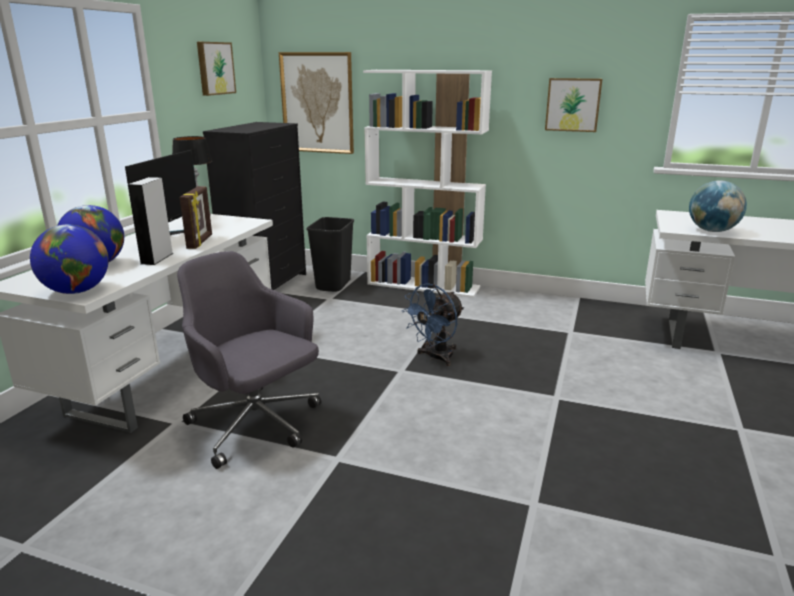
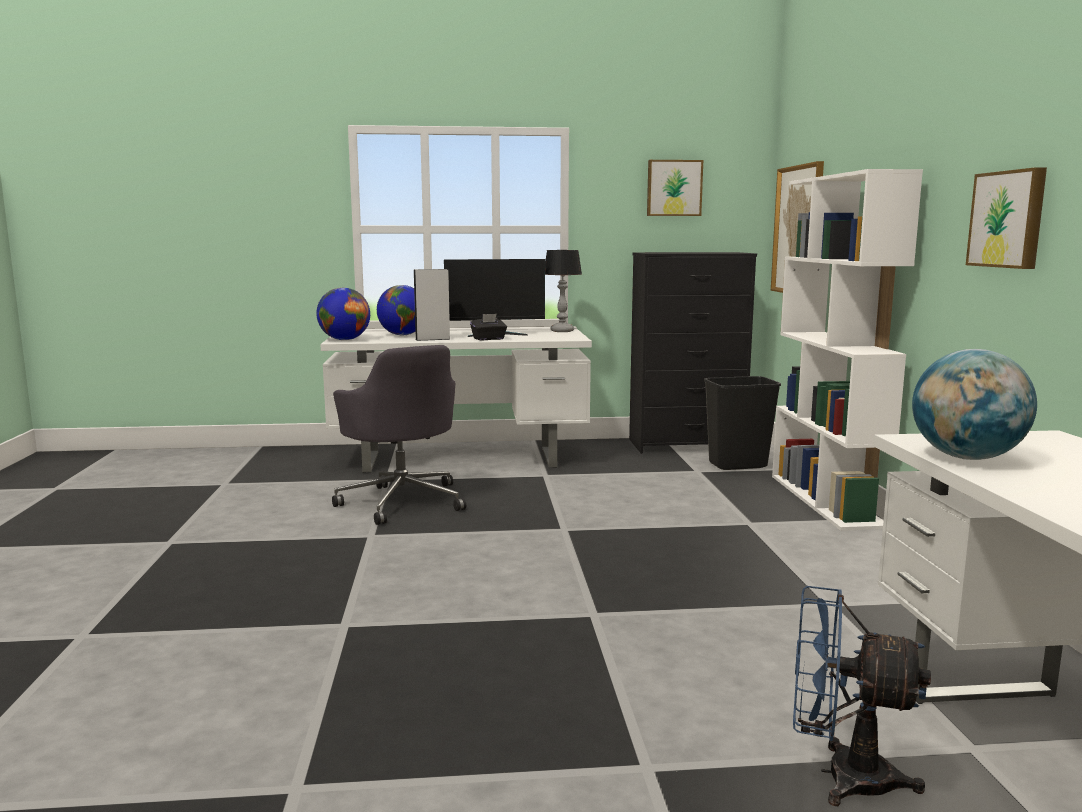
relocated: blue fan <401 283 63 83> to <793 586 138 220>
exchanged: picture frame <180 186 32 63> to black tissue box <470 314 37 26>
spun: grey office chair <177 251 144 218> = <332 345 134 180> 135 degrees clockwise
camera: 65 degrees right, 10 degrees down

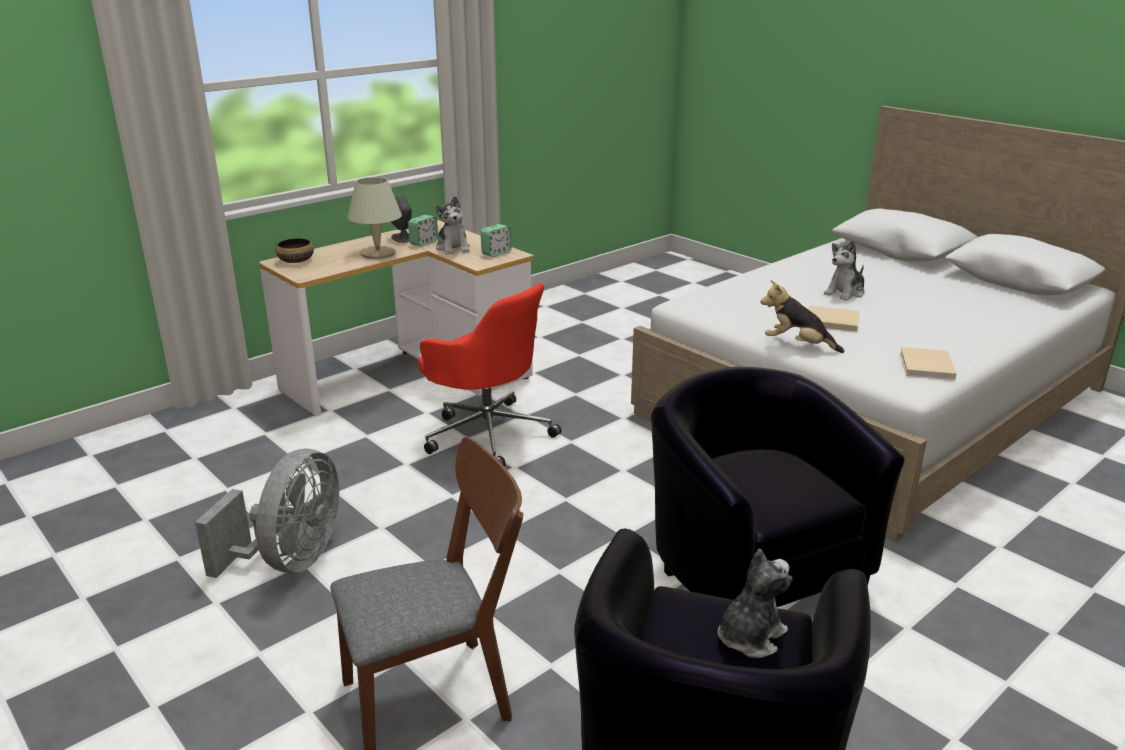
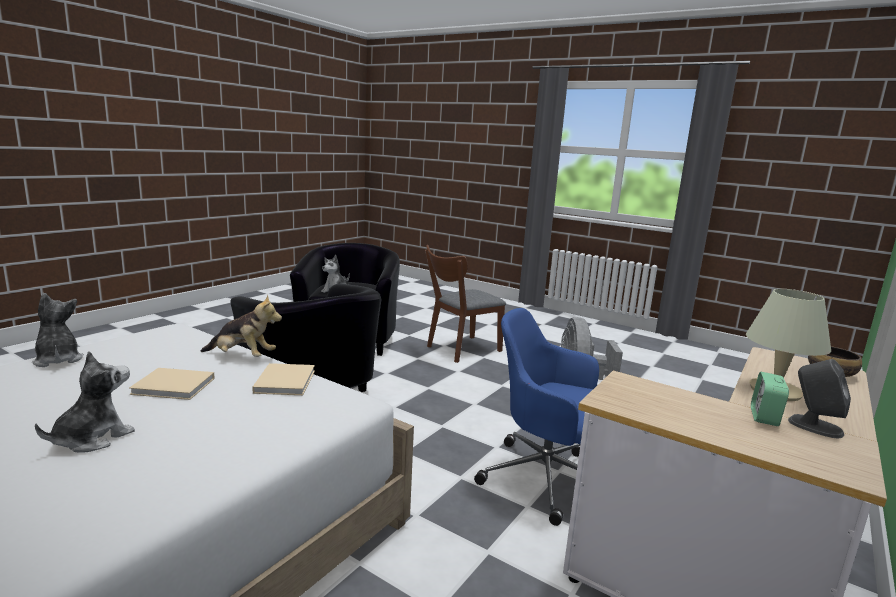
missing: alarm clock <480 224 32 33>
relocated: plush toy <435 196 35 59> to <32 293 52 74>; beige book <900 347 56 33> to <252 363 63 32>
colour: red office chair <418 283 143 183> to blue office chair <474 308 125 218>
camera: 165 degrees right, 10 degrees down

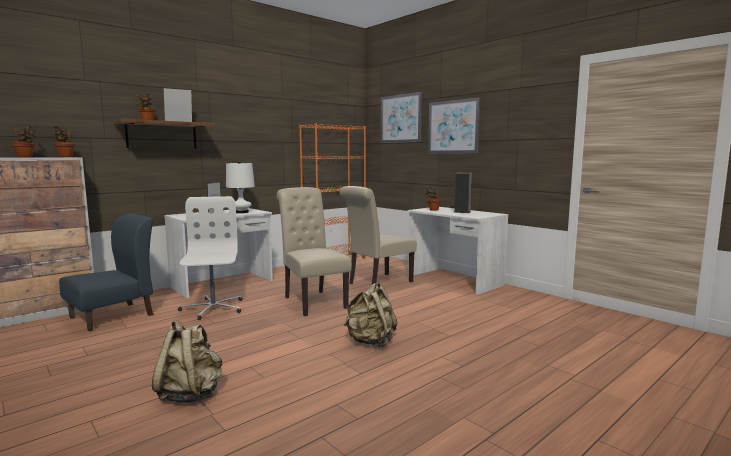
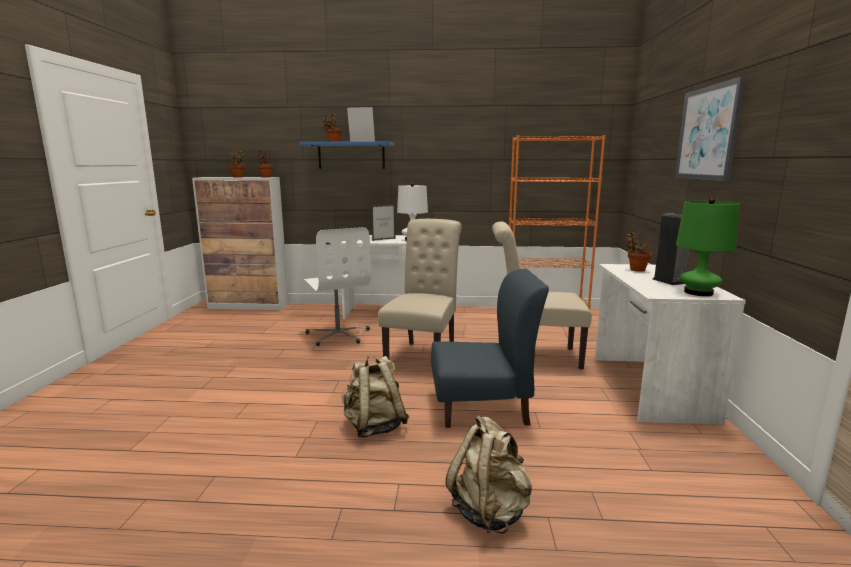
missing: picture <381 92 41 51>
appeared: green table lamp <676 198 64 98>
relocated: blue chair <59 213 95 118> to <431 268 118 160>; beige backpack <152 320 70 83> to <445 415 87 119>
colour: brown shelf <113 119 103 30> to blue shelf <299 141 95 28>
spun: white office chair <178 196 64 124> = <303 227 68 119> 120 degrees clockwise
camera: 45 degrees right, 5 degrees up

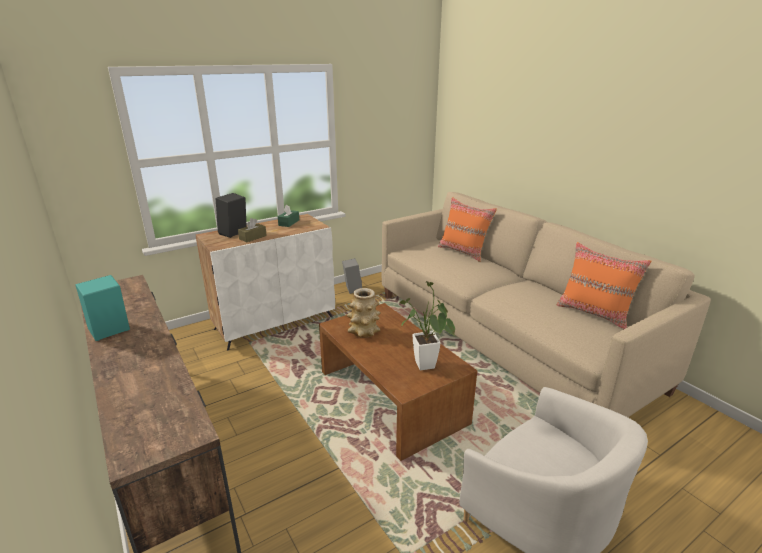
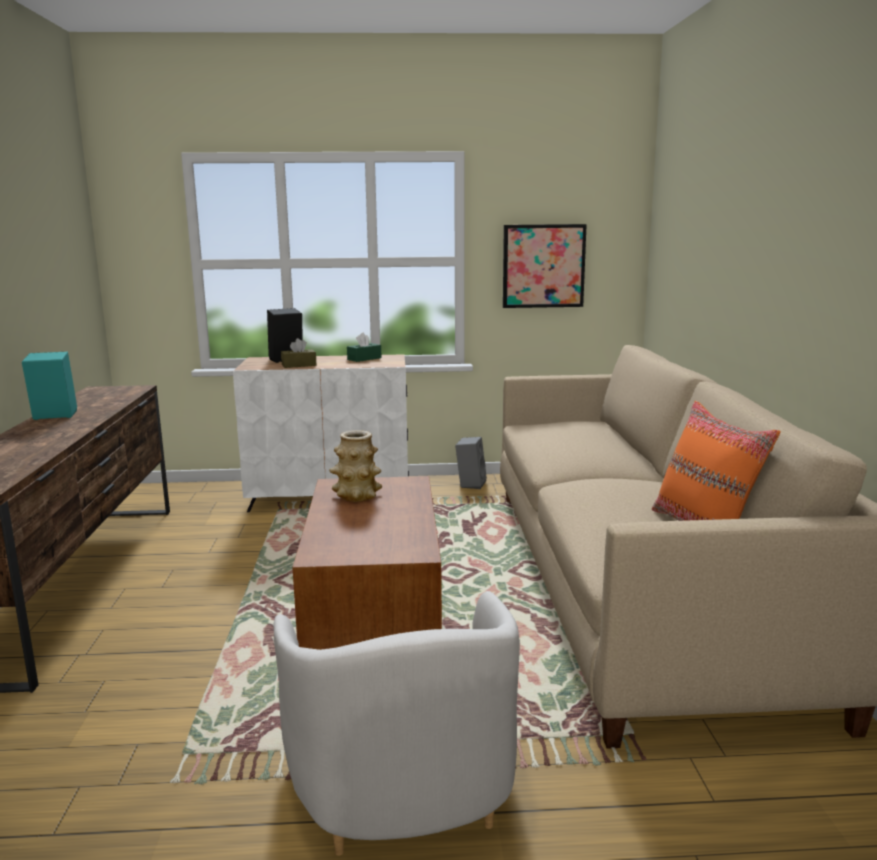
missing: potted plant <399 281 56 89>; orange pillow <438 197 59 65>
appeared: picture <503 224 84 84>
camera: 30 degrees right, 10 degrees down

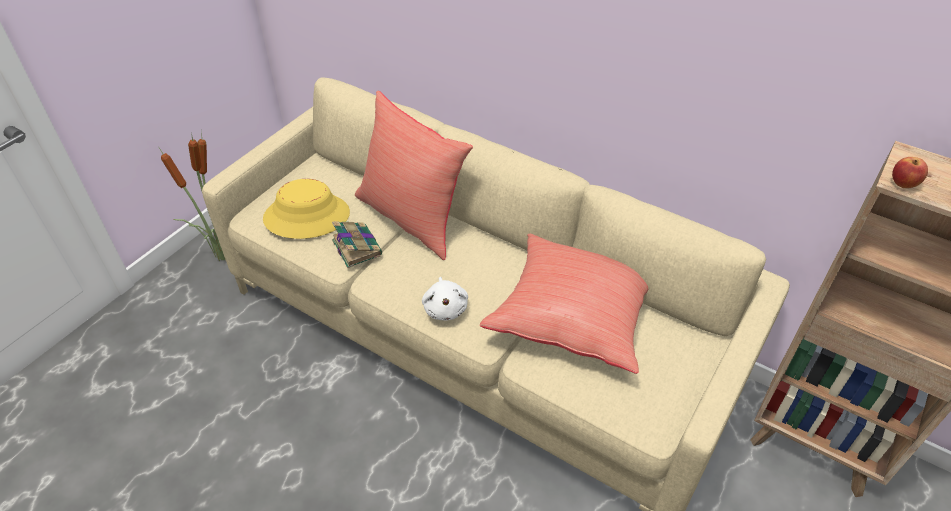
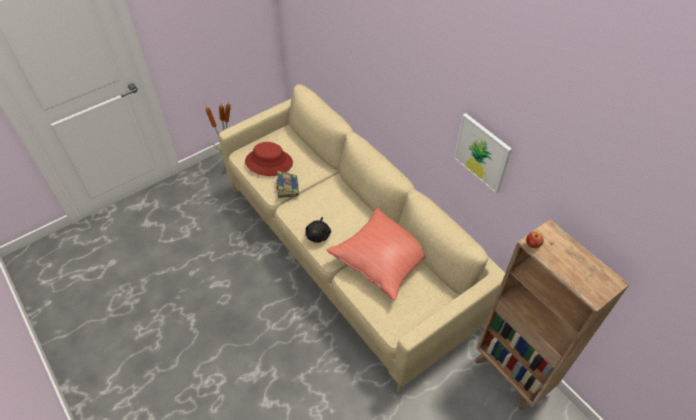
missing: red pillow <355 91 118 169>
appeared: picture <454 113 58 80>
colour: yellow hat <263 179 87 60> to red hat <245 142 48 34>; white plush toy <422 277 46 43> to black plush toy <305 217 26 26>
camera: 20 degrees right, 5 degrees up

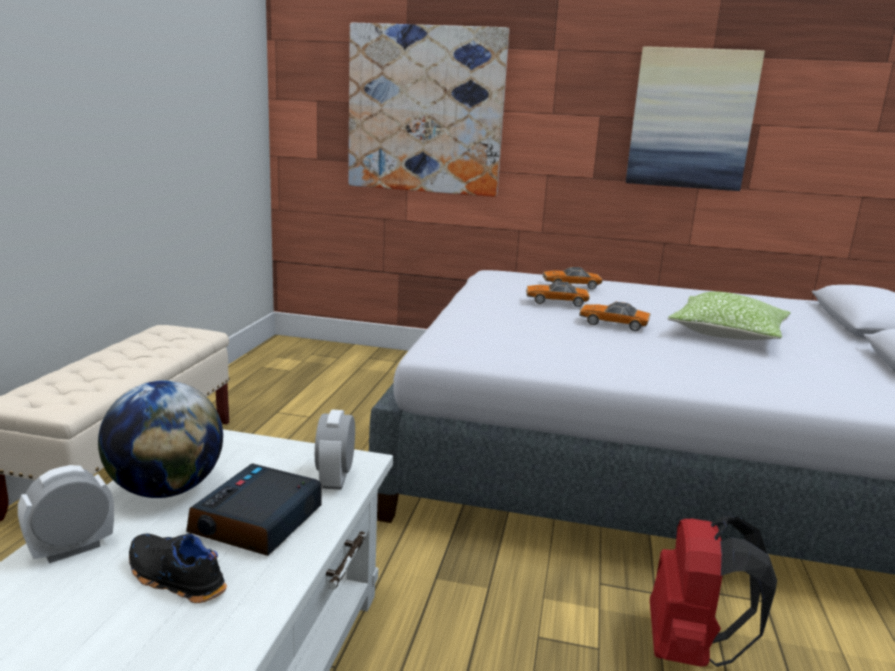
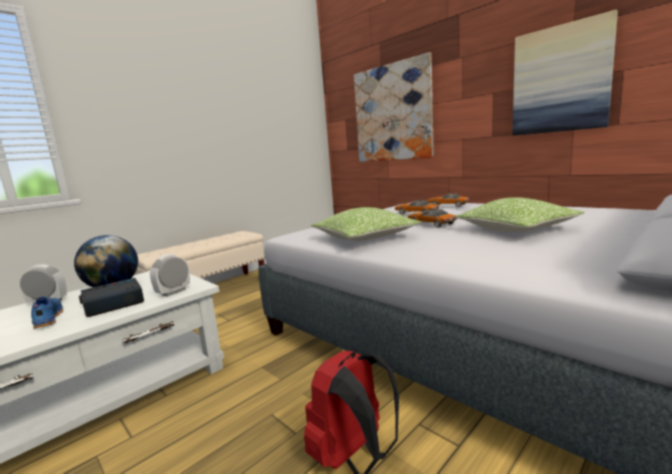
appeared: pillow <311 207 110 34>
colour: black shoe <129 533 98 70> to blue shoe <31 296 32 33>
camera: 35 degrees right, 5 degrees down

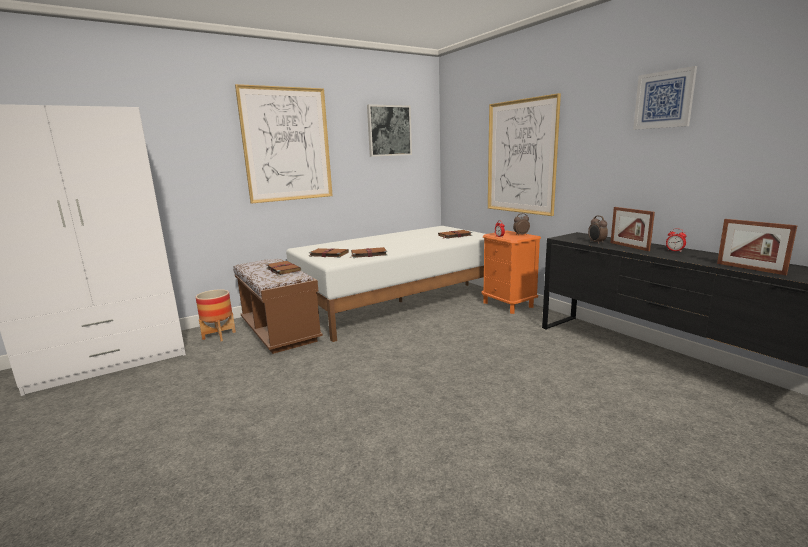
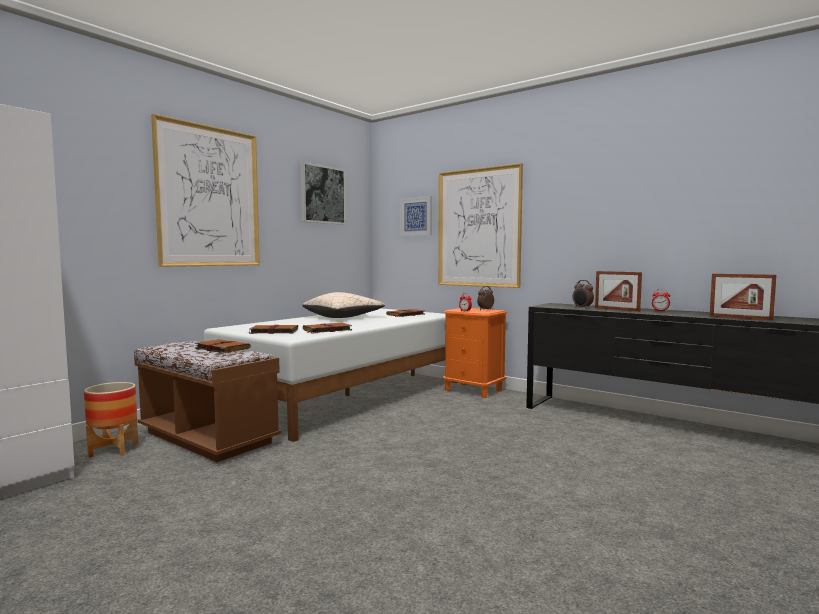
appeared: beige pillow <302 292 83 26>
relocated: picture <633 66 64 64> to <400 196 32 40>
camera: 20 degrees left, 10 degrees down

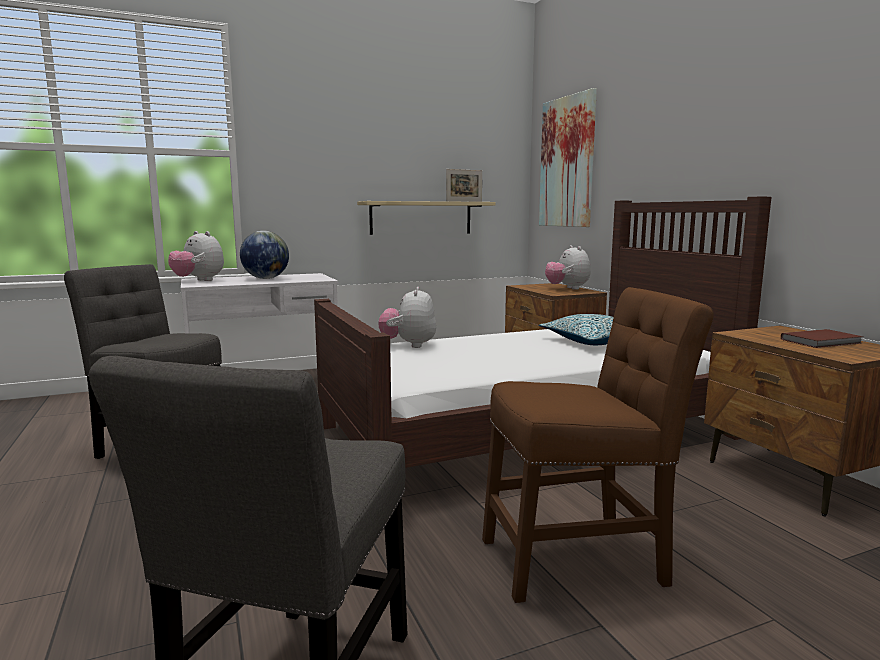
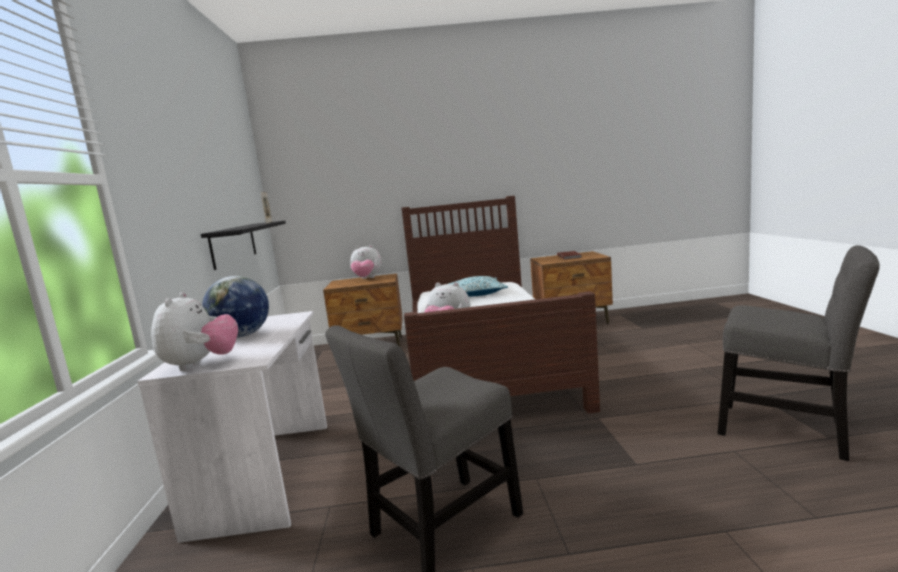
missing: brown chair <482 287 232 316>; picture <539 88 58 139>
colour: beige shelf <357 201 138 34> to black shelf <201 221 85 49>
spun: plush toy <168 231 56 50> = <151 292 87 79> 60 degrees counterclockwise
camera: 70 degrees left, 0 degrees up

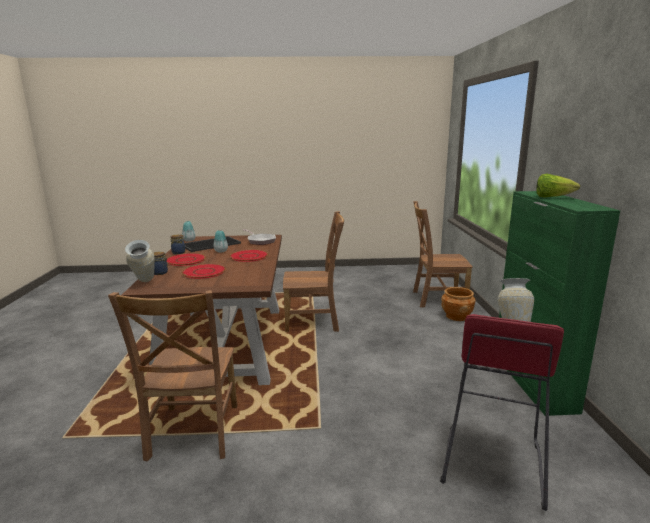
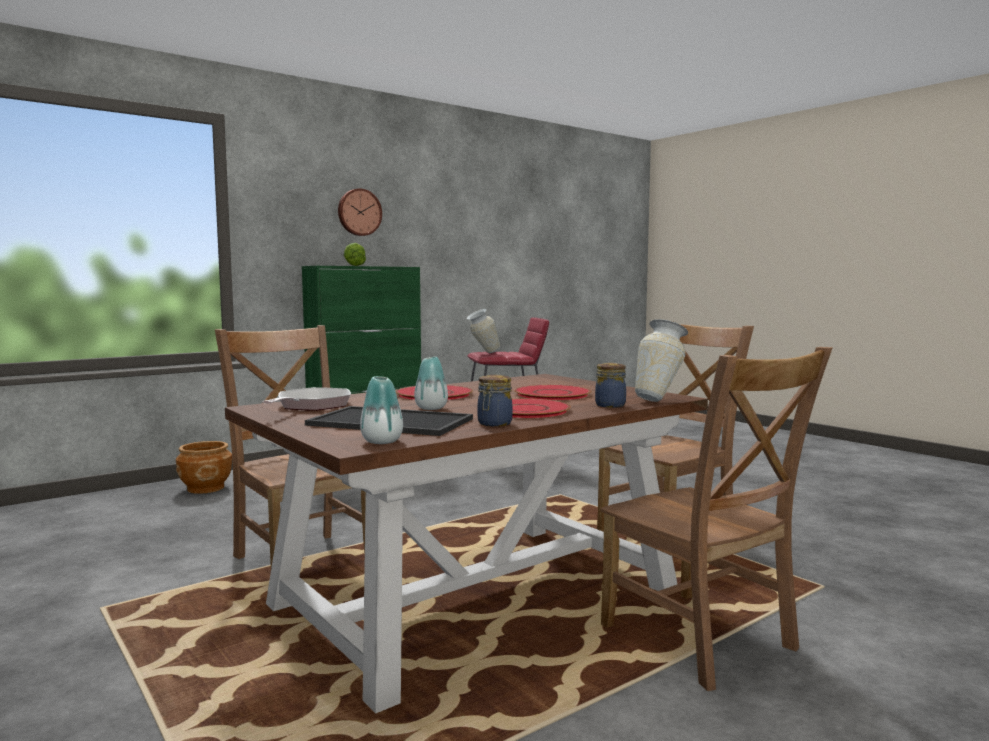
appeared: wall clock <338 188 44 48>
relocated: brown chair <413 201 60 107> to <600 347 232 344>
camera: 125 degrees left, 10 degrees down

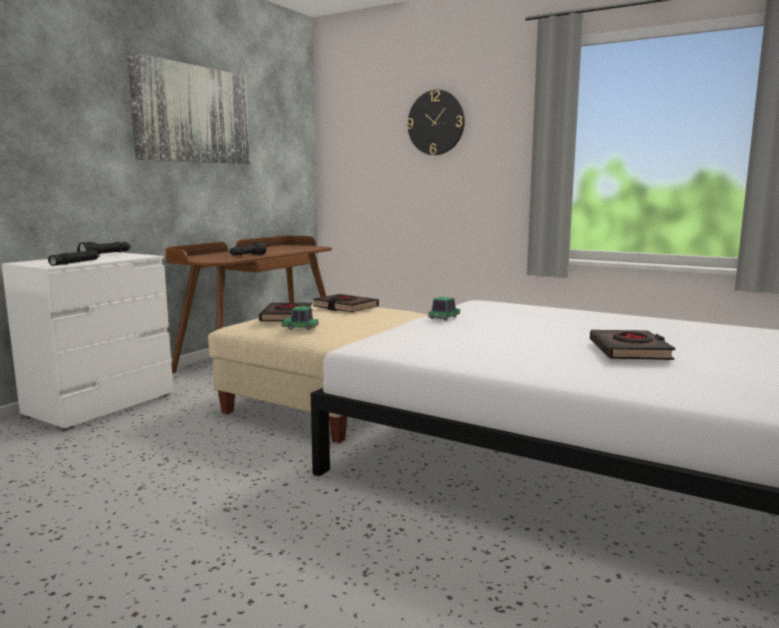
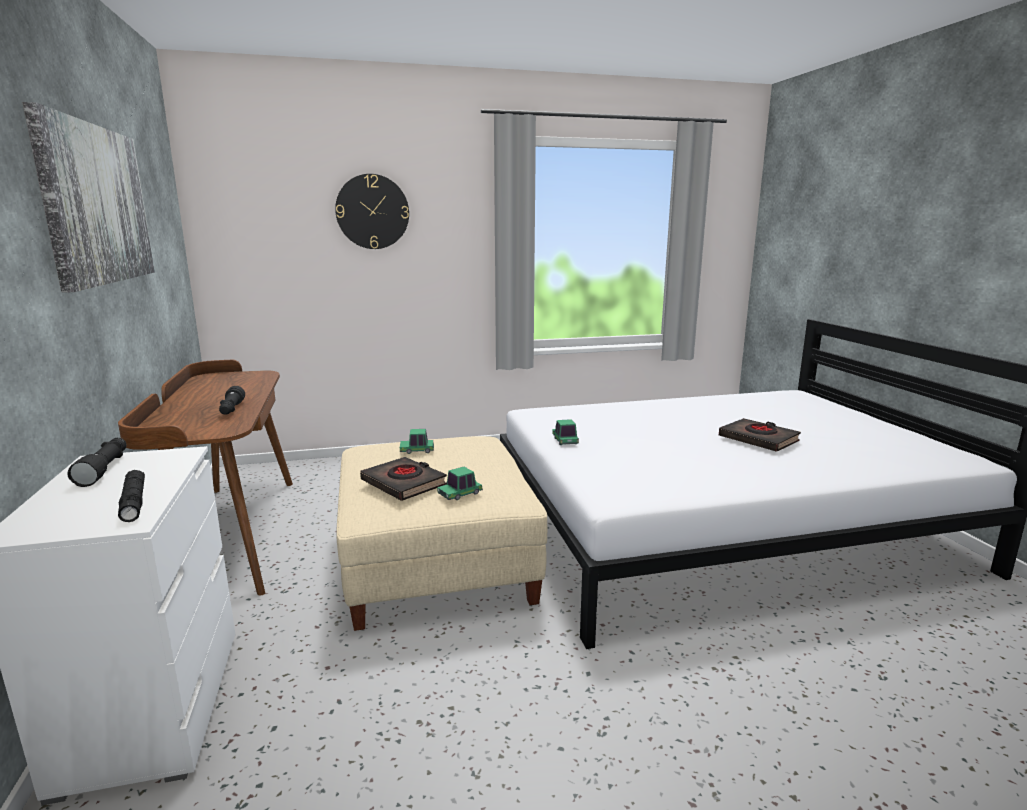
exchanged: black book <313 294 66 18> to toy car <400 429 34 25>
camera: 45 degrees left, 5 degrees up

